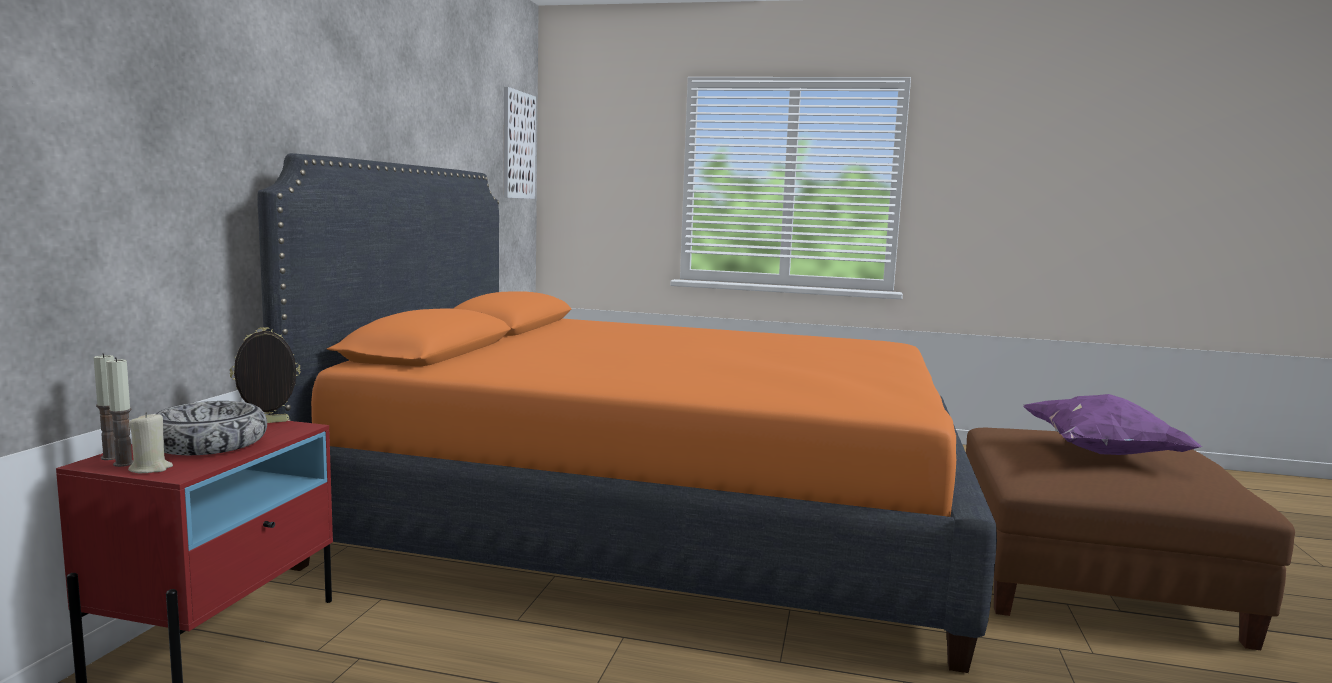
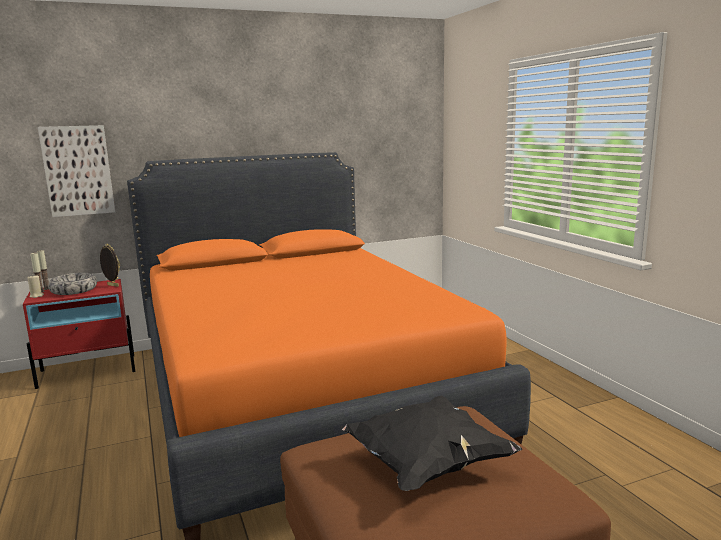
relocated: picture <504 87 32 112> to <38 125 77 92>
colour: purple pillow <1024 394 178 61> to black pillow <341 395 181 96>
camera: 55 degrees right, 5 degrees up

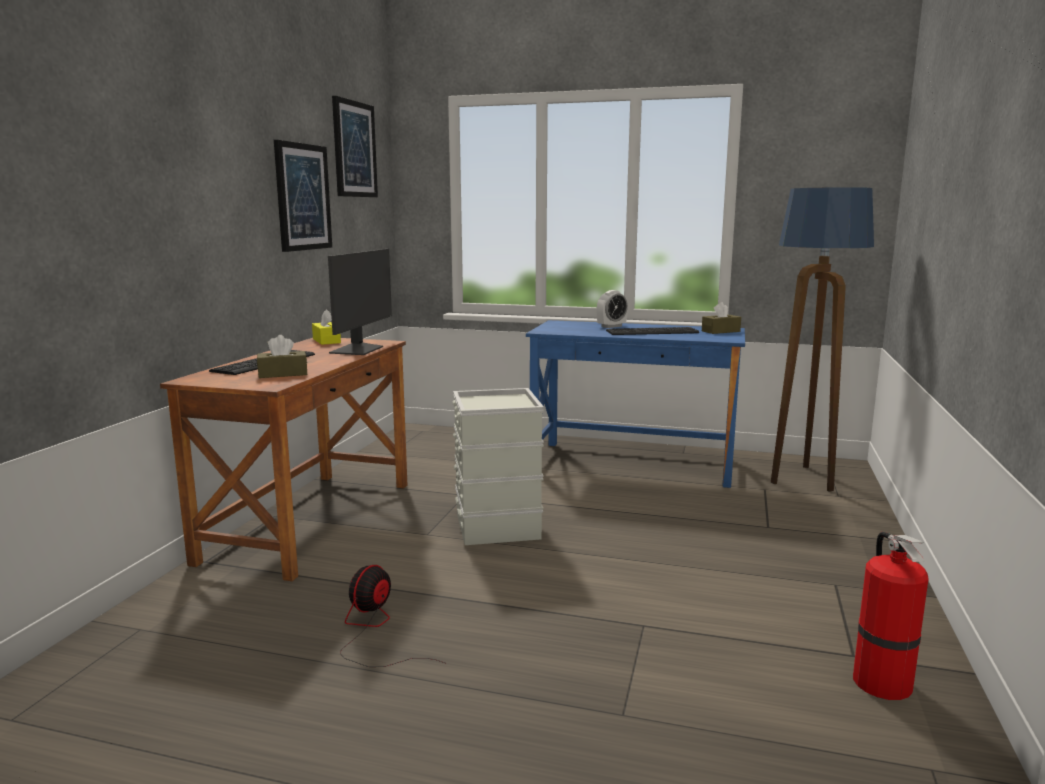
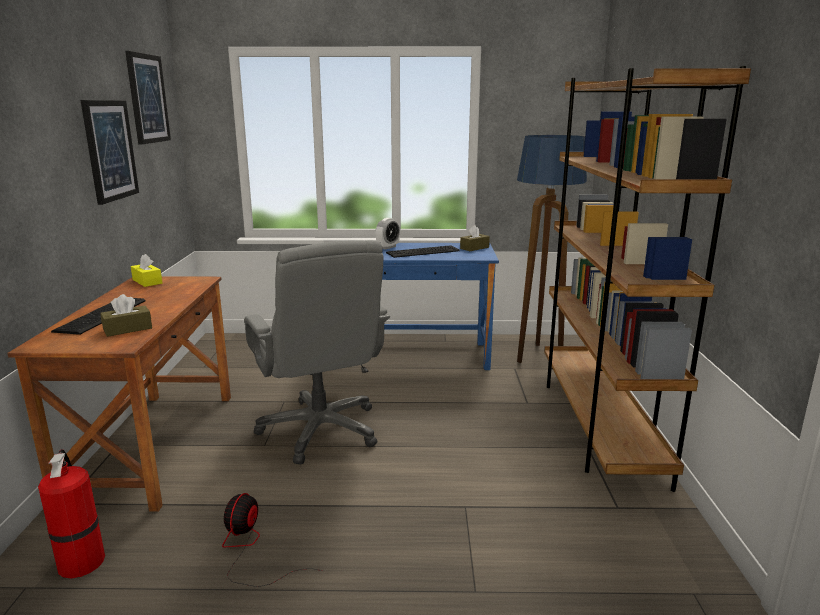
missing: monitor <328 249 64 106>
appeared: brown bookcase <544 66 207 426>
relocated: fire extinguisher <853 532 76 168> to <38 449 67 129>
exchanged: grey storage box <452 388 92 157> to grey office chair <244 240 146 224>
camera: 15 degrees left, 5 degrees up

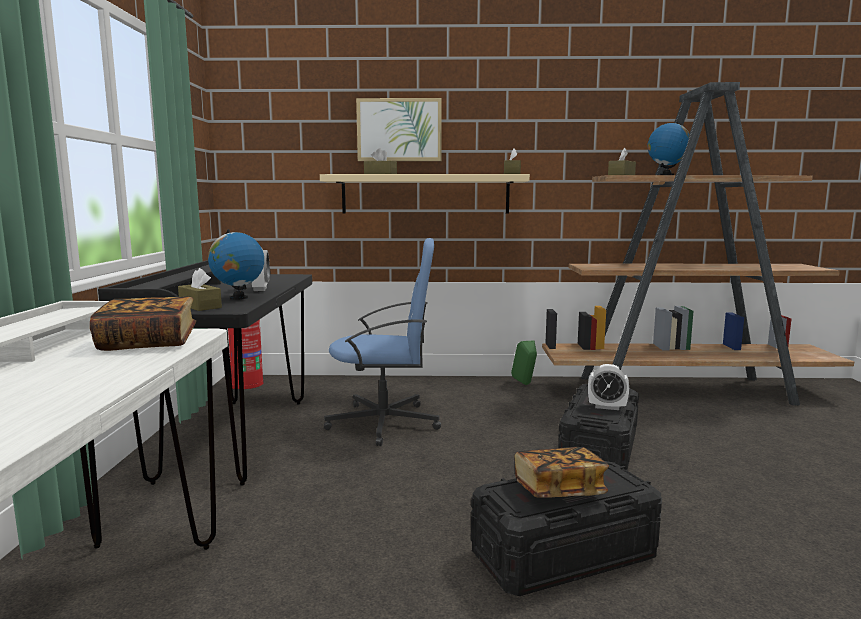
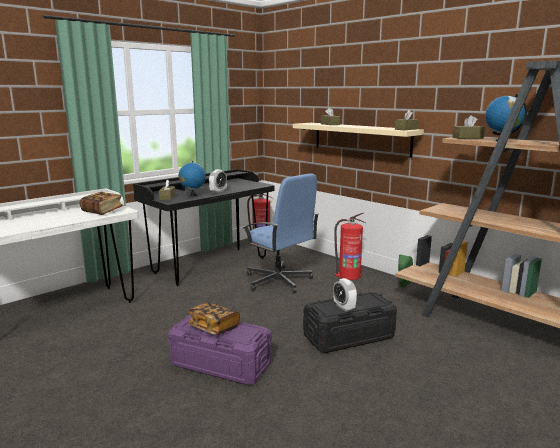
missing: picture <356 98 86 63>
appeared: fire extinguisher <334 213 32 67>
colour: black storage box <471 461 191 135> to purple storage box <168 315 104 70>
camera: 45 degrees right, 5 degrees up

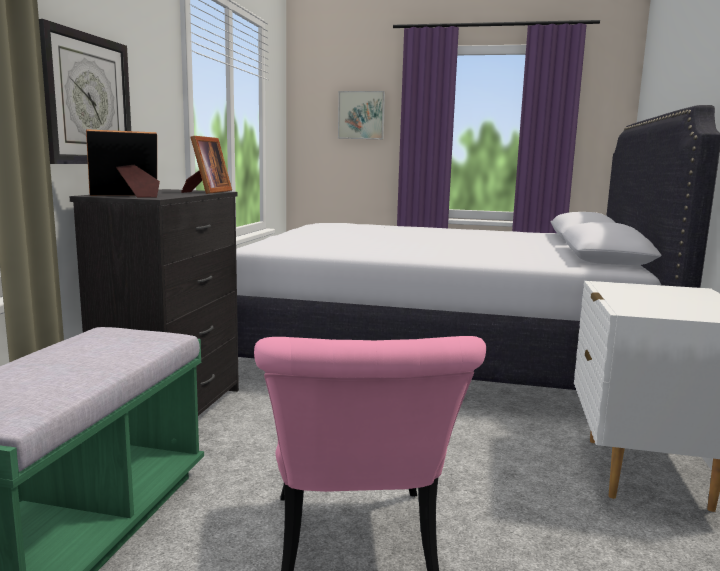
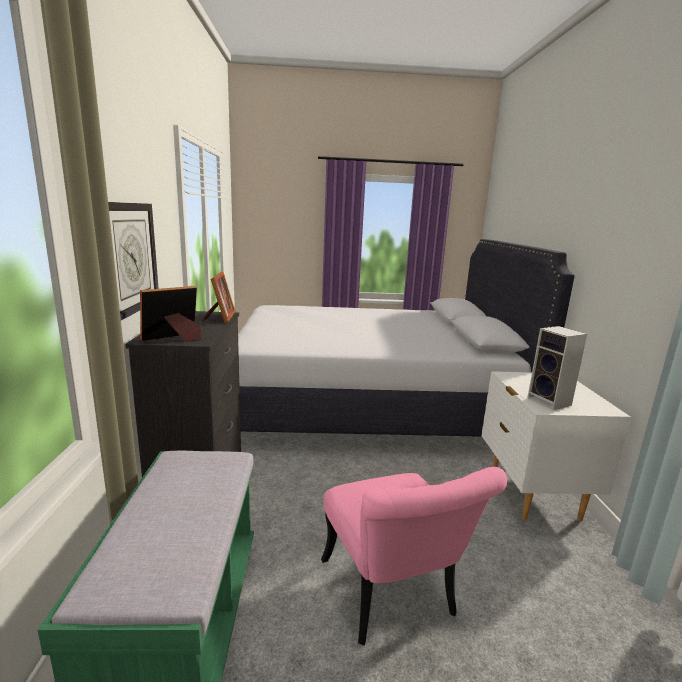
missing: picture <338 91 47 48>
appeared: speaker <527 326 60 84>
camera: 15 degrees left, 5 degrees up

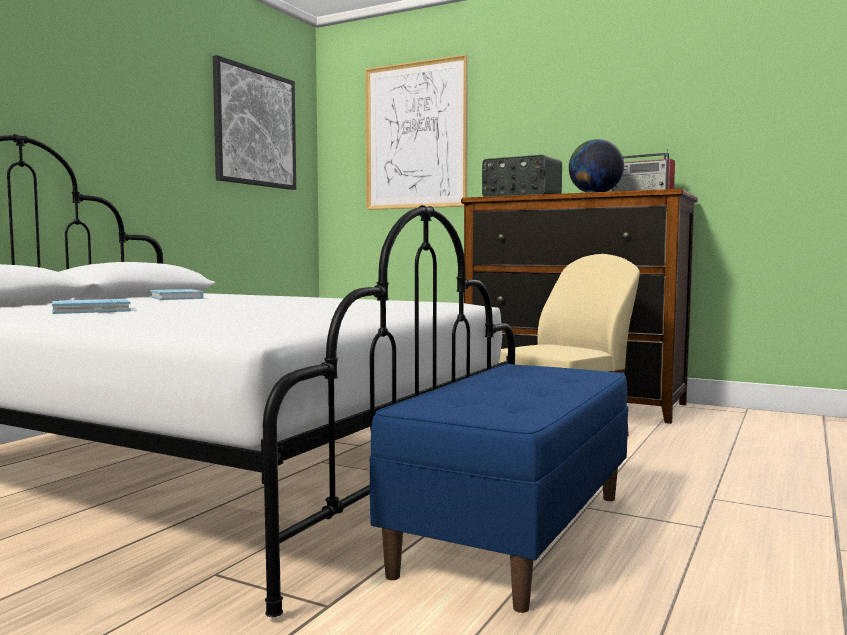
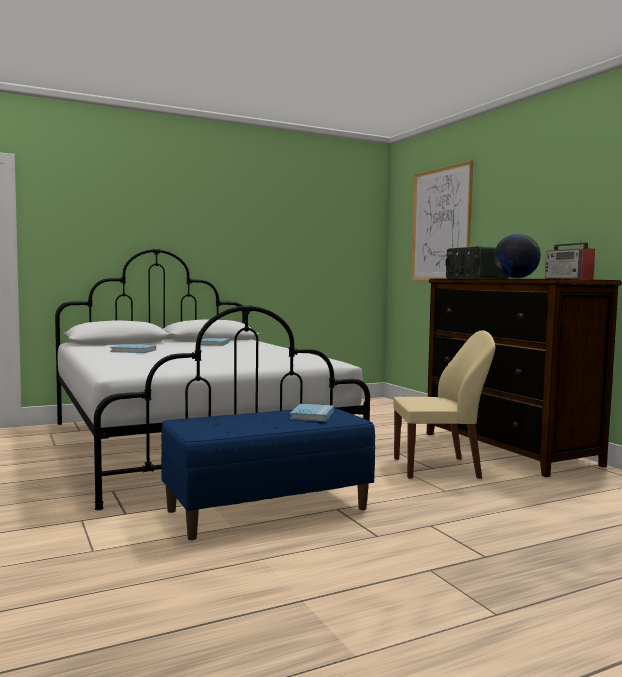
missing: picture <213 55 83 135>
appeared: blue book <290 404 44 17>
camera: 35 degrees right, 0 degrees up

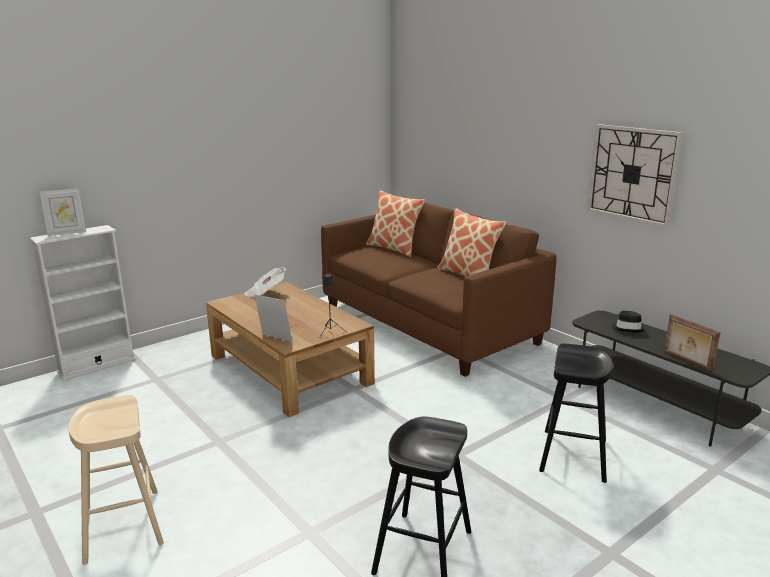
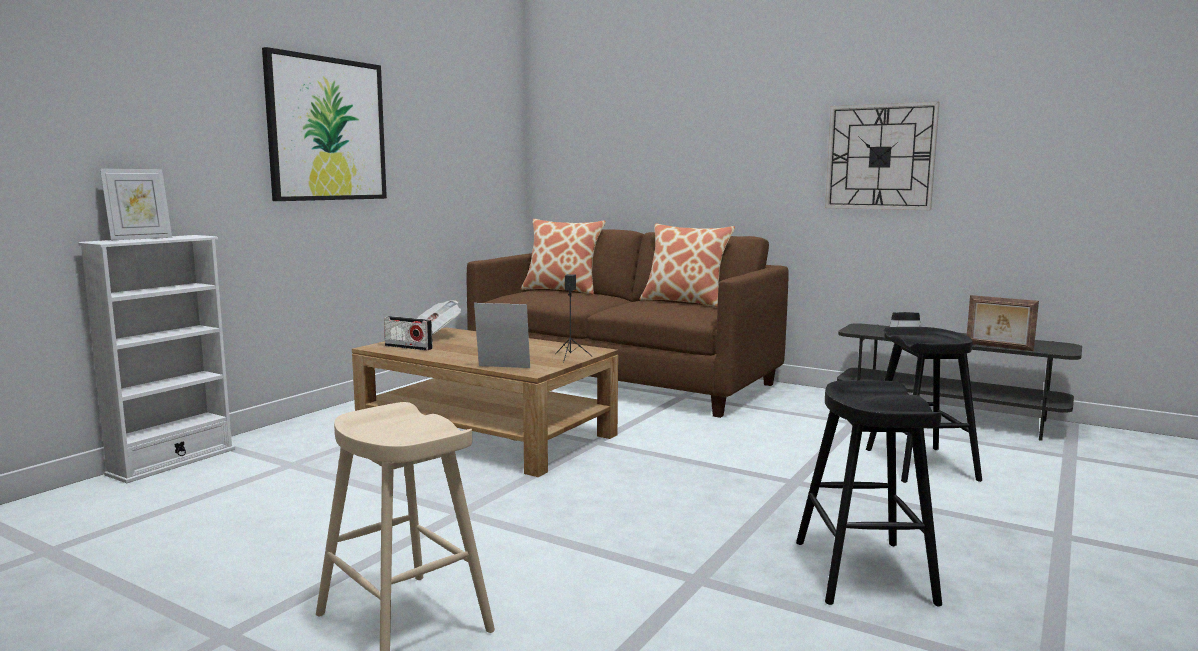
appeared: picture <262 47 125 154>; radio <384 316 49 35>
camera: 20 degrees left, 10 degrees down

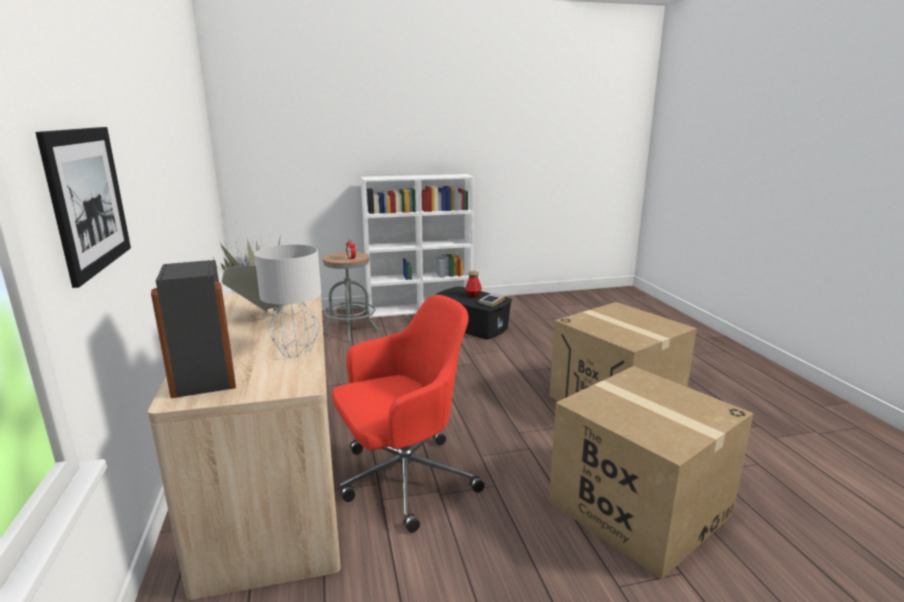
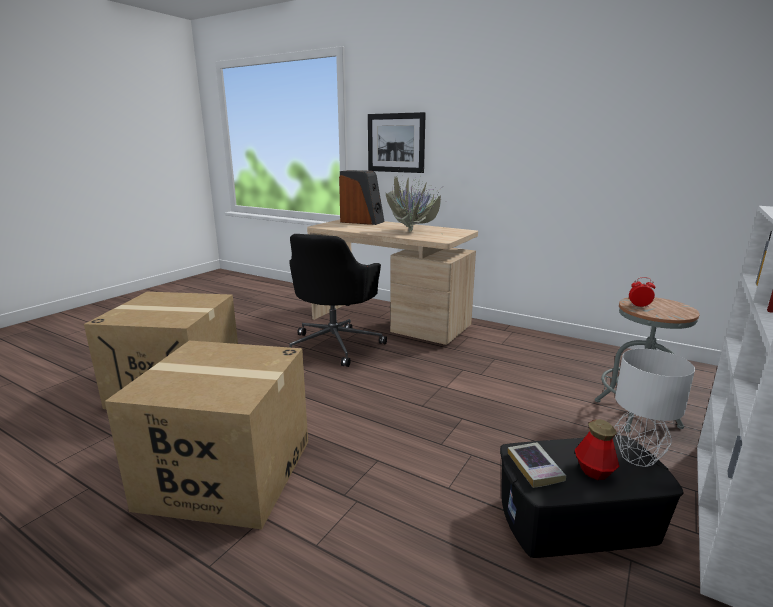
relocated: grey table lamp <255 245 66 112> to <614 349 81 118>
colour: red office chair <332 295 153 238> to black office chair <289 234 98 133>
camera: 135 degrees right, 0 degrees up

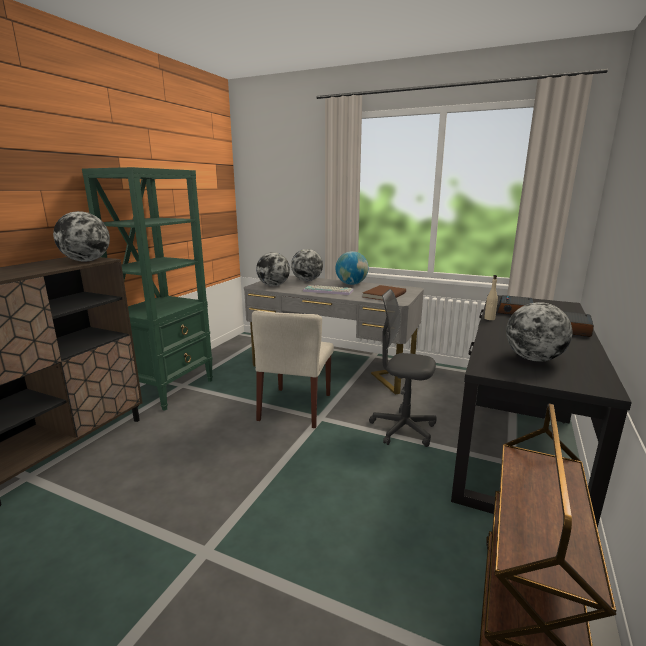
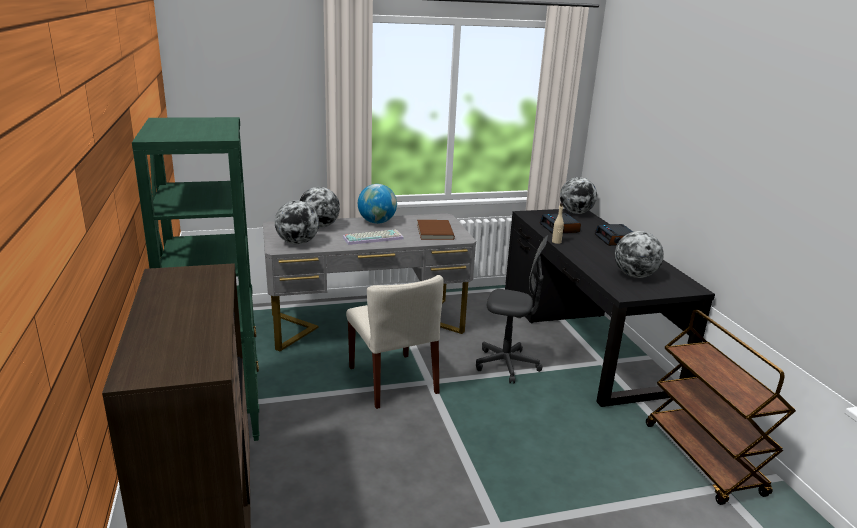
relocated: globe <53 211 57 51> to <560 177 37 37>
spun: grey office chair <369 289 68 158> = <476 235 72 148> 150 degrees counterclockwise
camera: 40 degrees left, 5 degrees up

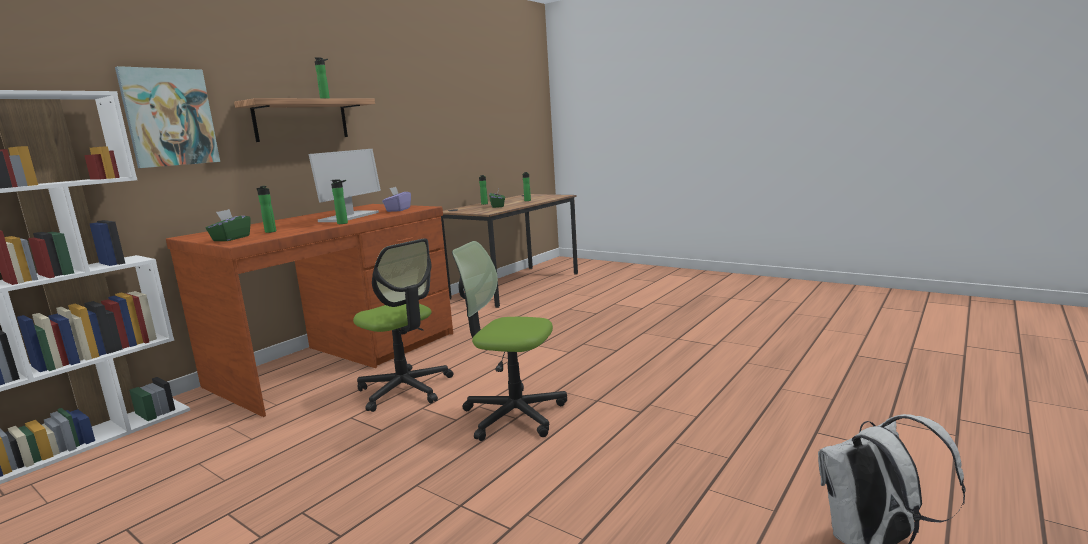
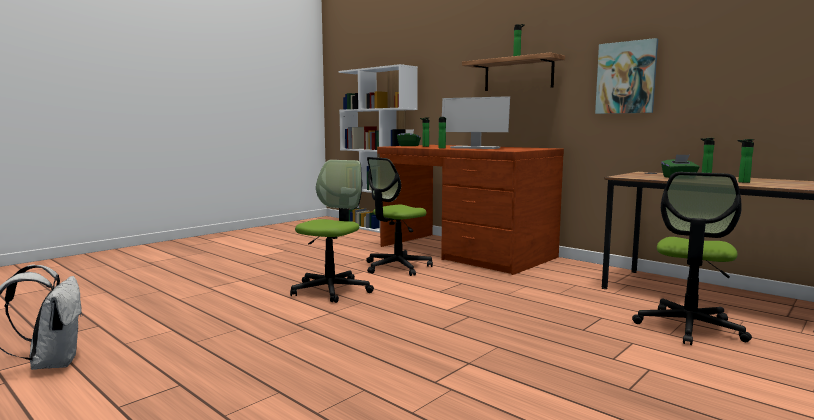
missing: purple tissue box <382 187 29 25>
appeared: office chair <632 172 120 173>
relocated: picture <115 66 105 102> to <595 38 63 76>
camera: 95 degrees right, 5 degrees down

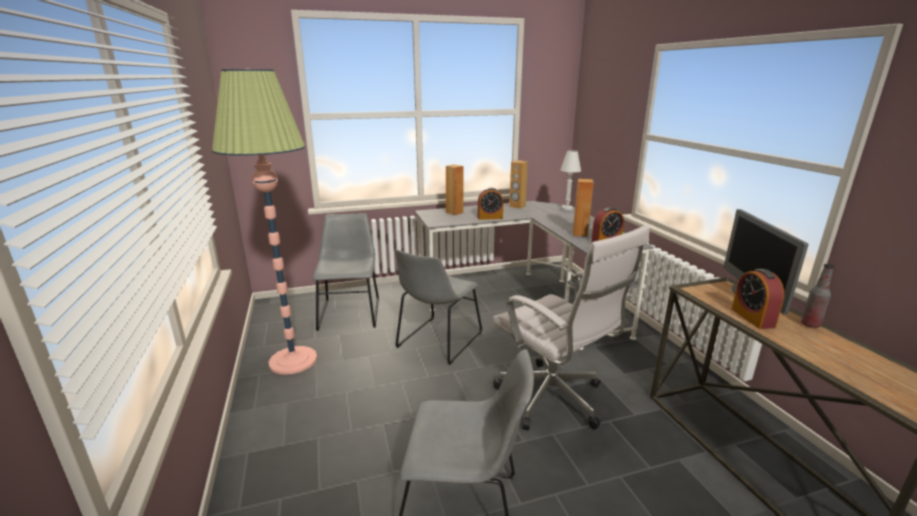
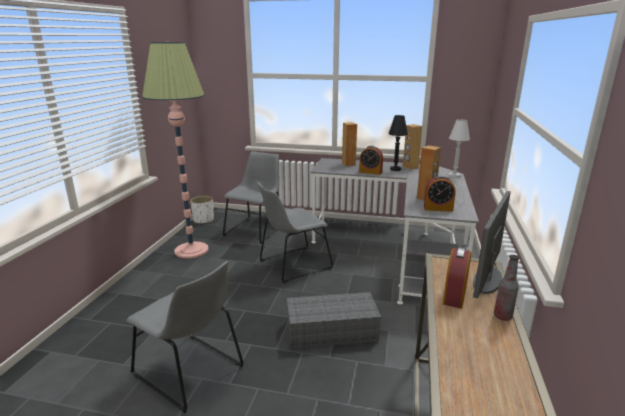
appeared: white planter <190 196 24 27>; black table lamp <389 115 19 56>
exchanged: white office chair <493 225 157 205> to grey storage box <287 292 94 57>
camera: 30 degrees right, 0 degrees up

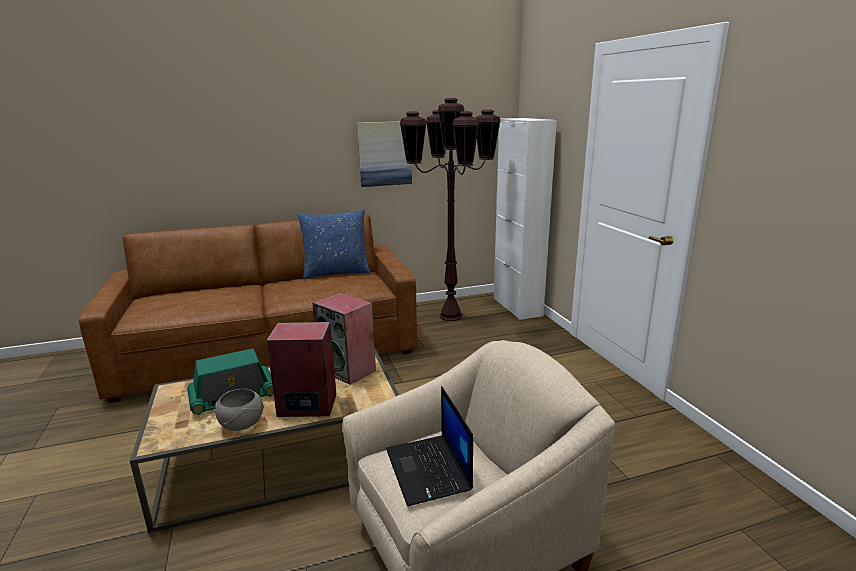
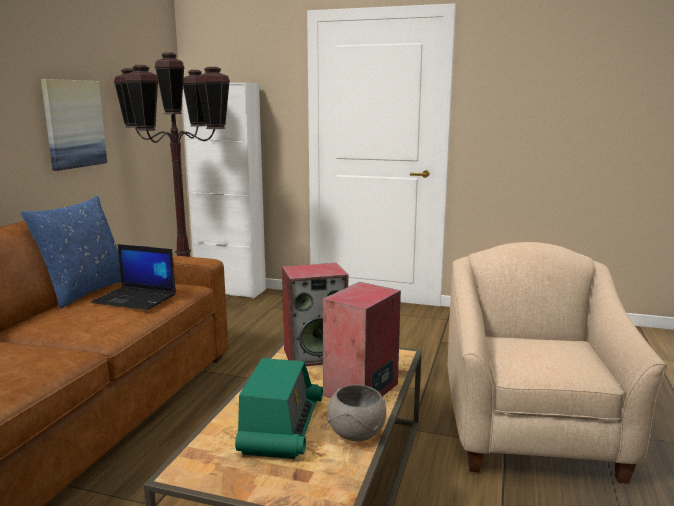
relocated: laptop <386 386 87 120> to <91 244 85 66>
camera: 55 degrees left, 5 degrees down

